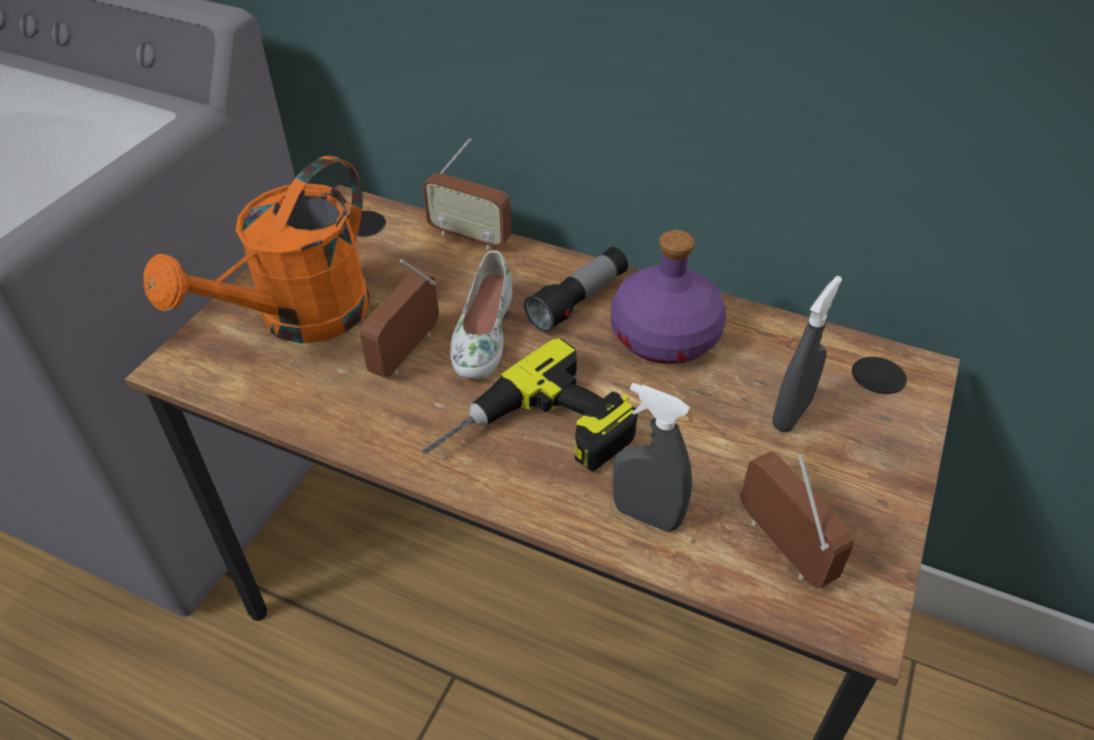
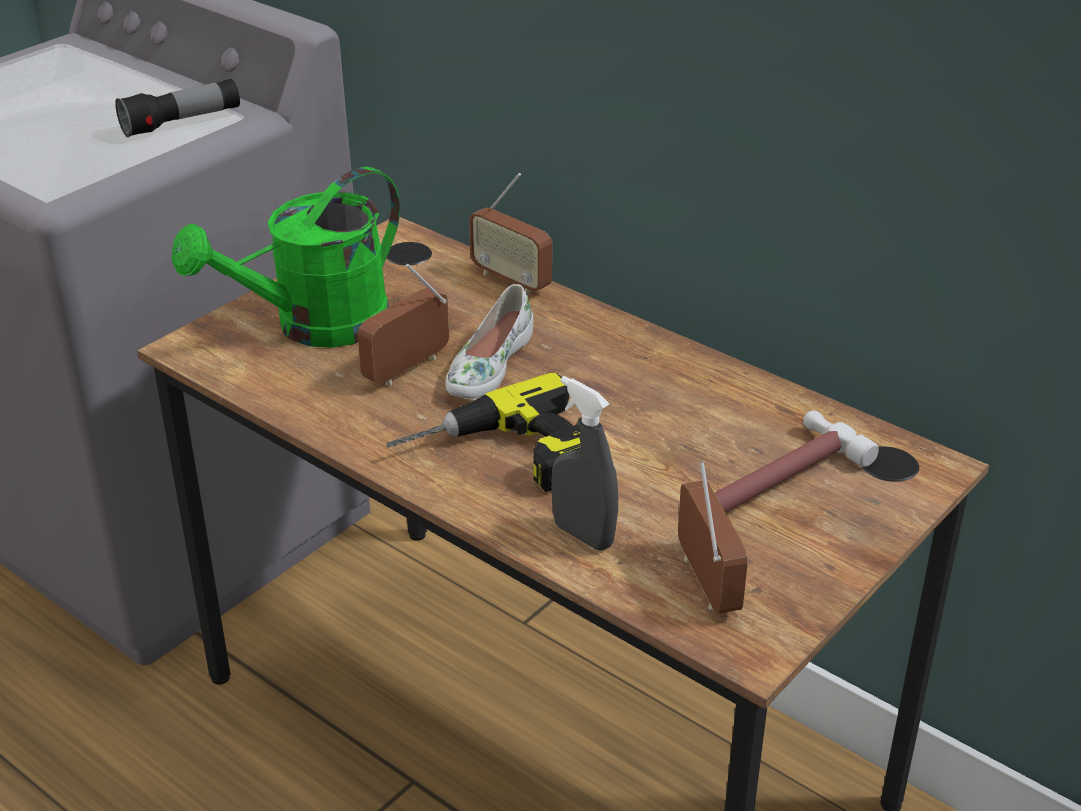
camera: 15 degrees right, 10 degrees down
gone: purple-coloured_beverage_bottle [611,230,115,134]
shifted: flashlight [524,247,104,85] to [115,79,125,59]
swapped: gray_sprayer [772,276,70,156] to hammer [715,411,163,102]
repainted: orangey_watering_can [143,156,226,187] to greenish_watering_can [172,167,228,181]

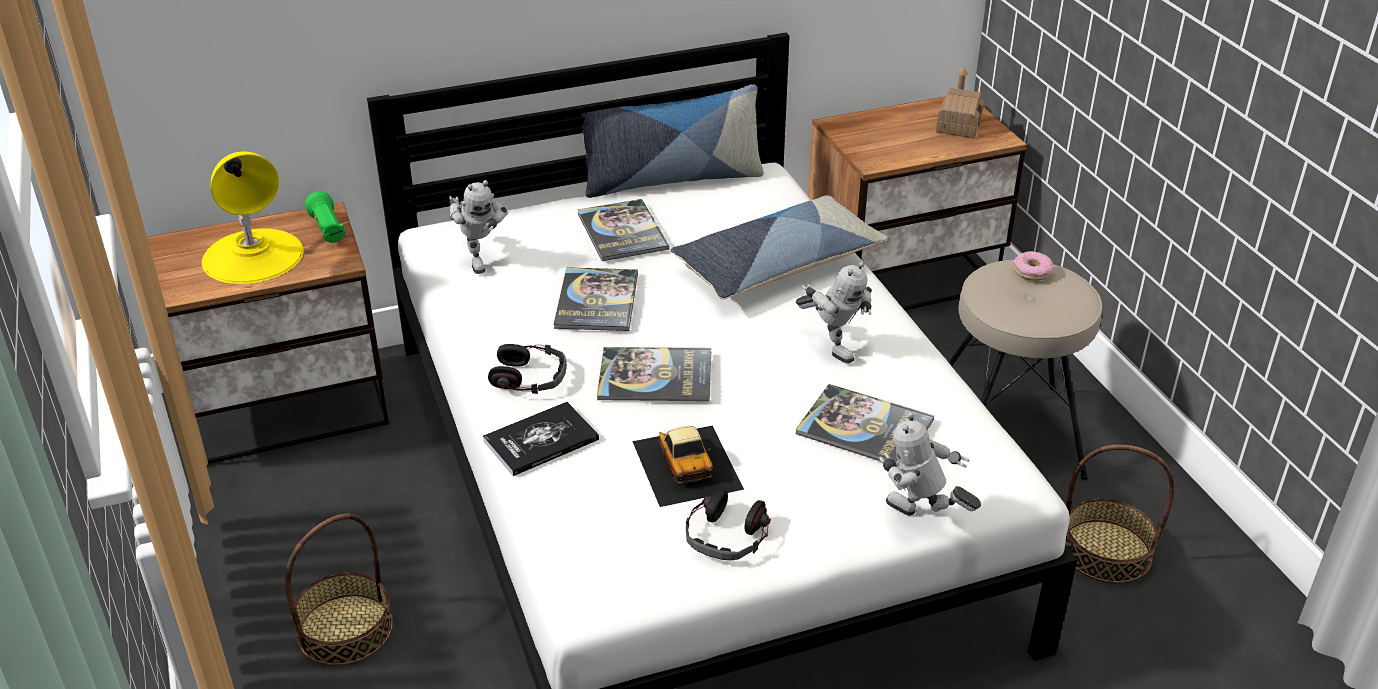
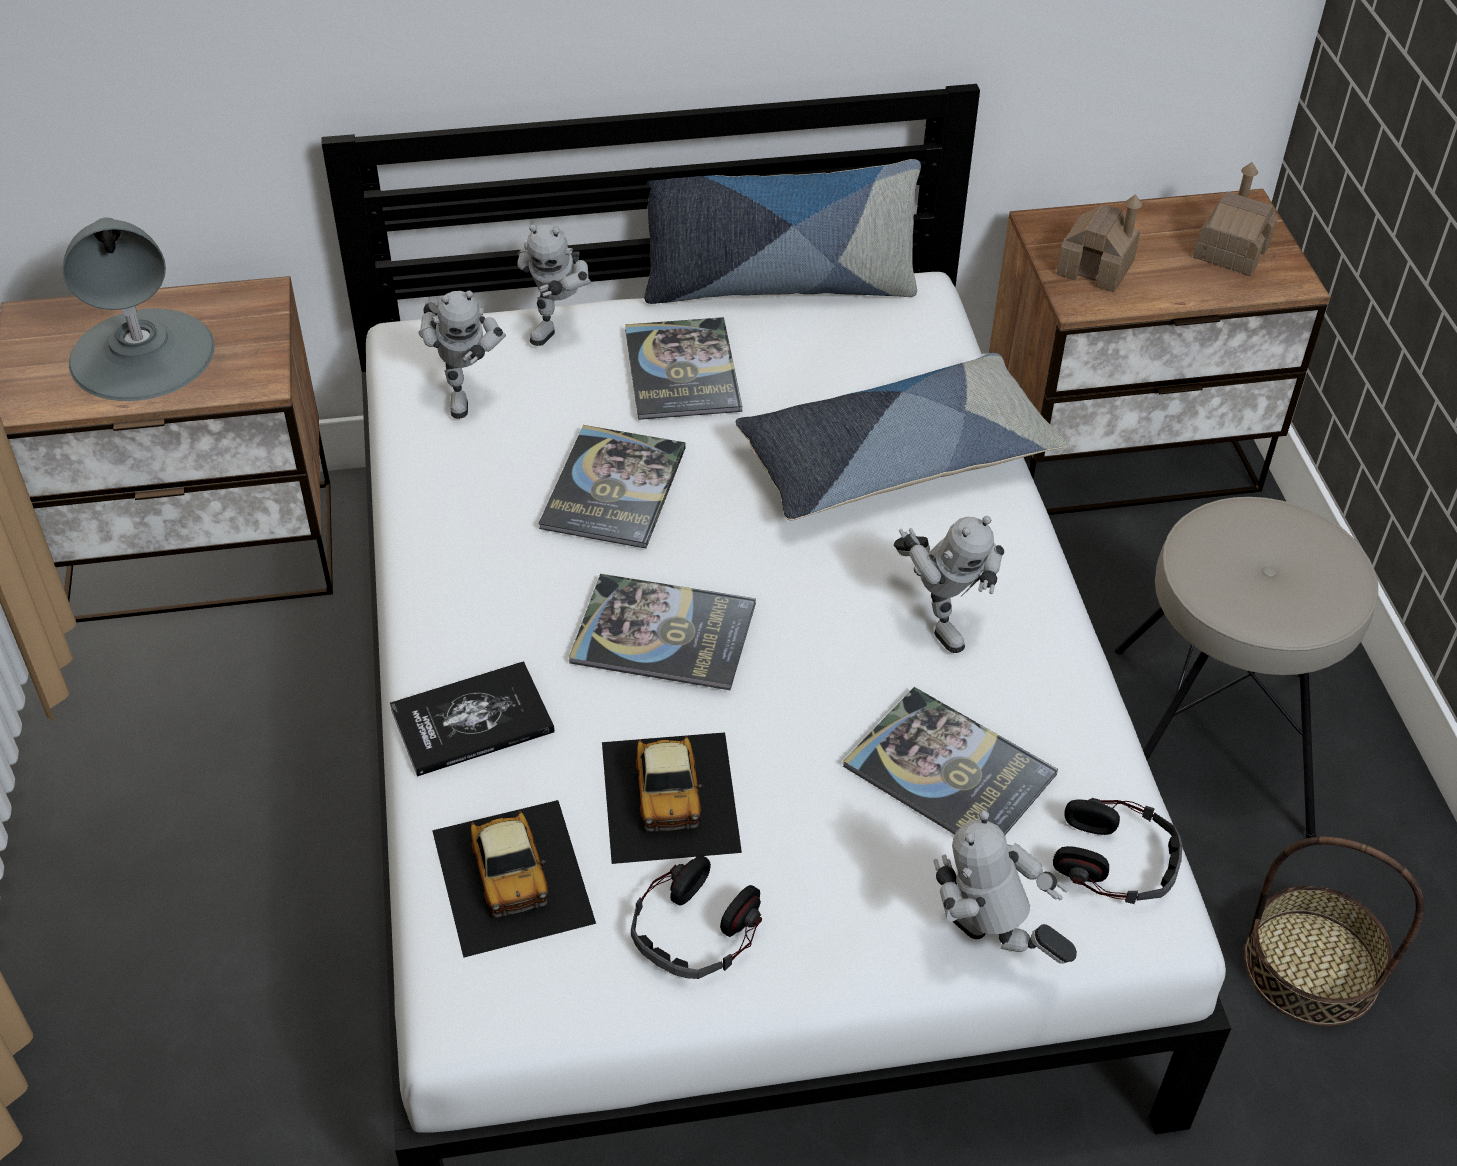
camera: 10 degrees right, 10 degrees up
gone: greenish_flashlight [305,191,40,52]; donut [1013,251,41,30]; household_basket [285,514,108,152]
new: toy_house [1057,194,85,98]; robot_figure [517,224,74,122]; toy_car [432,800,164,158]
shifted: headphones [488,344,79,50] to [1053,798,130,106]
repainted: yellow_table_lamp [202,151,102,133] to gray_table_lamp [63,217,152,184]

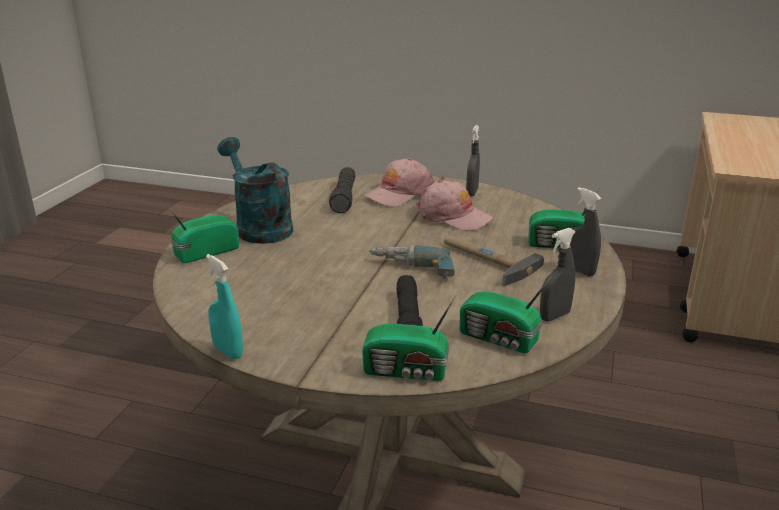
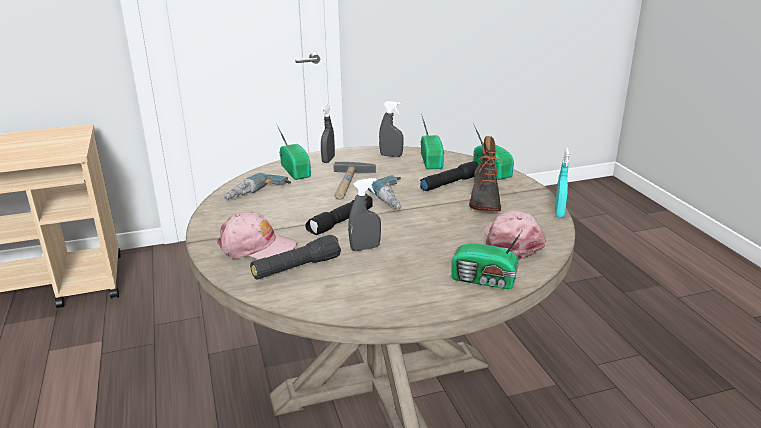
camera: 125 degrees left, 0 degrees up
gone: turquoise-coloured_watering_can [217,137,76,107]
new: boot [469,136,32,75]; drill [224,173,67,27]; black_flashlight [305,196,68,39]
shifted: gray_sprayer [466,125,14,72] to [348,178,33,73]; pinkish_cap [416,180,78,51] to [484,210,62,49]

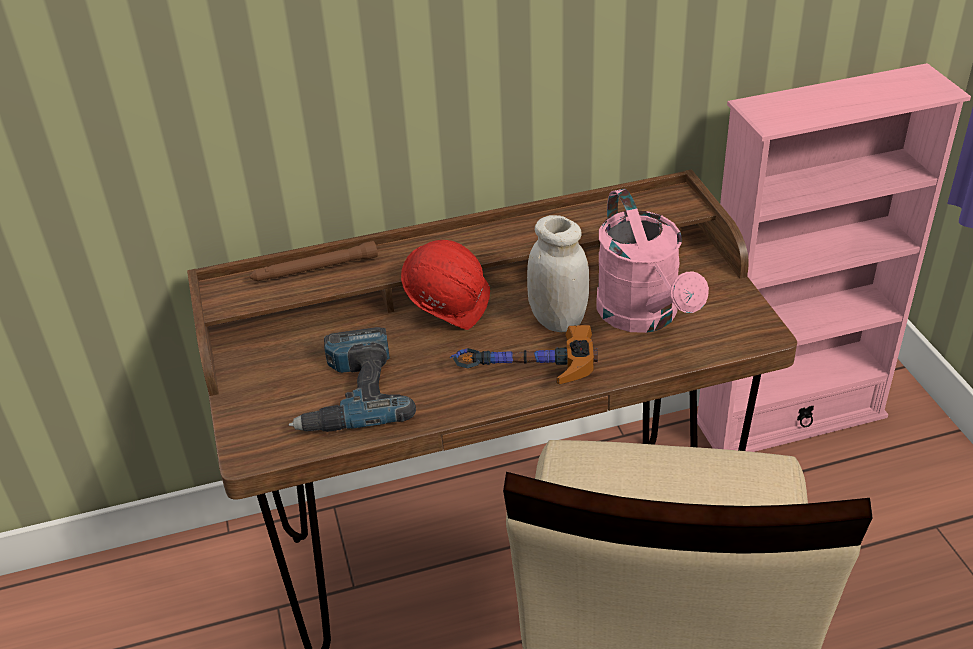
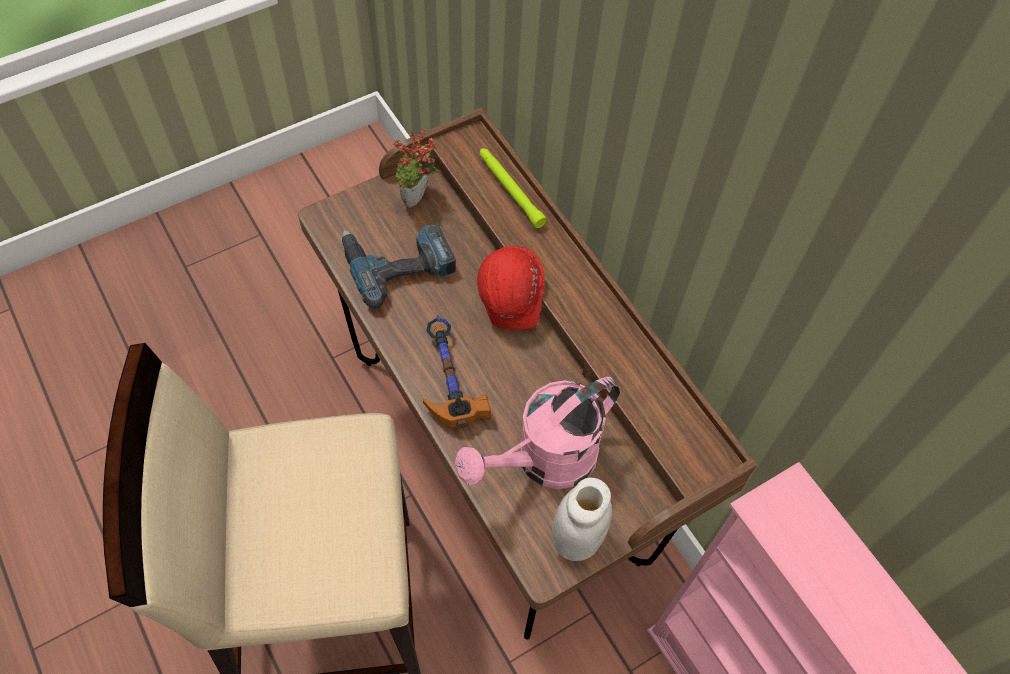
camera: 70 degrees right, 20 degrees up
new: plant_in_a_pot [392,129,47,79]
shifted: white-coloured_jar [527,215,62,117] to [552,478,60,83]
repainted: brown-coloured_flashlight [250,241,128,40] to greenish_flashlight [480,148,67,80]

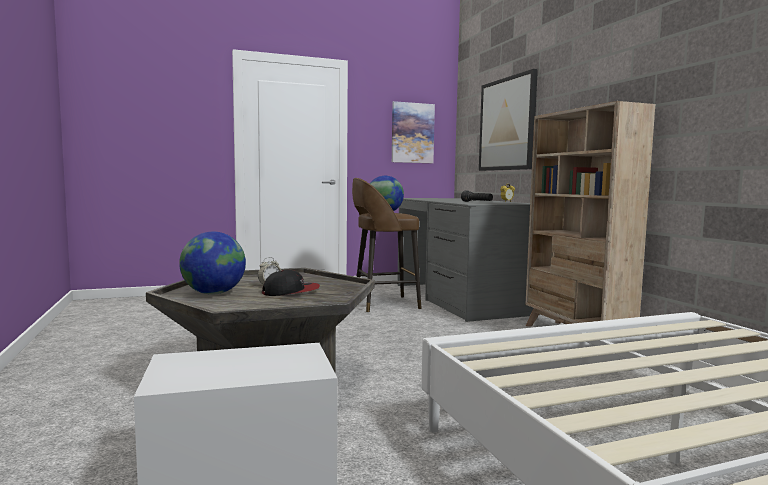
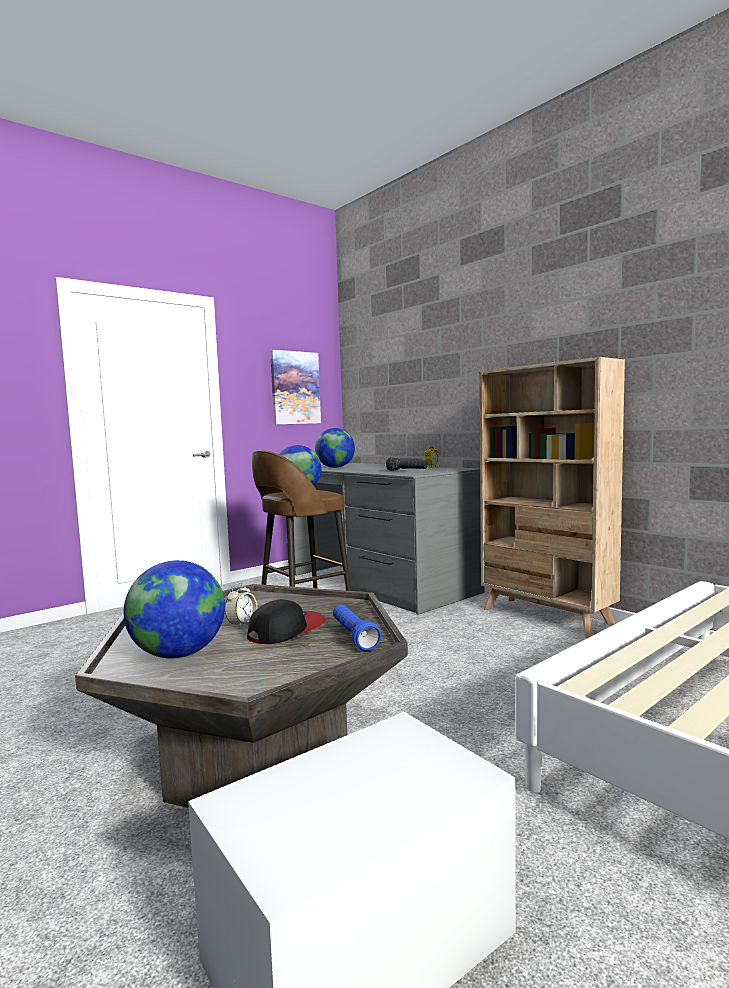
camera: 20 degrees left, 0 degrees up
gone: picture [479,69,59,102]
new: desk_globe [315,428,40,40]; blue_flashlight [333,604,48,47]

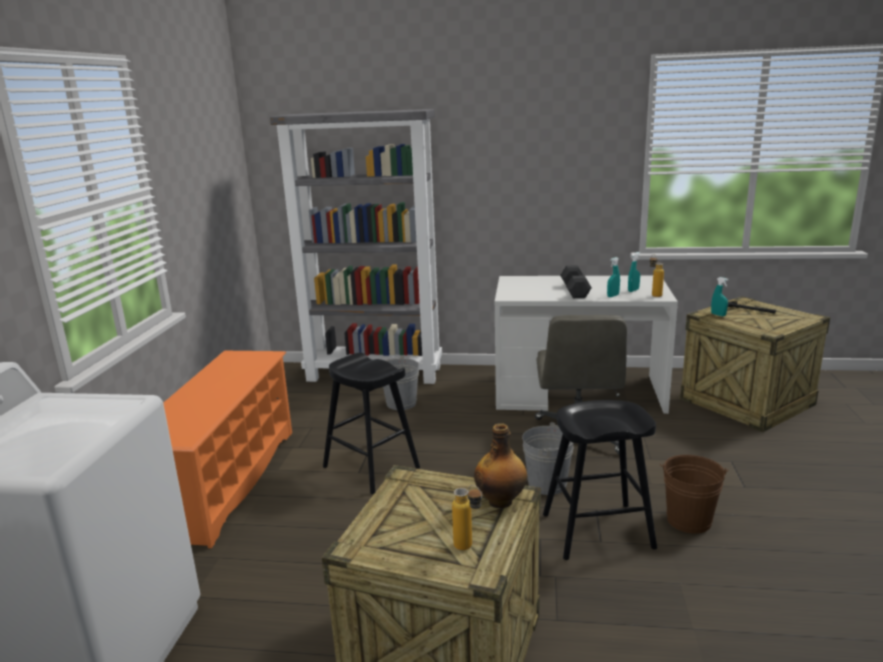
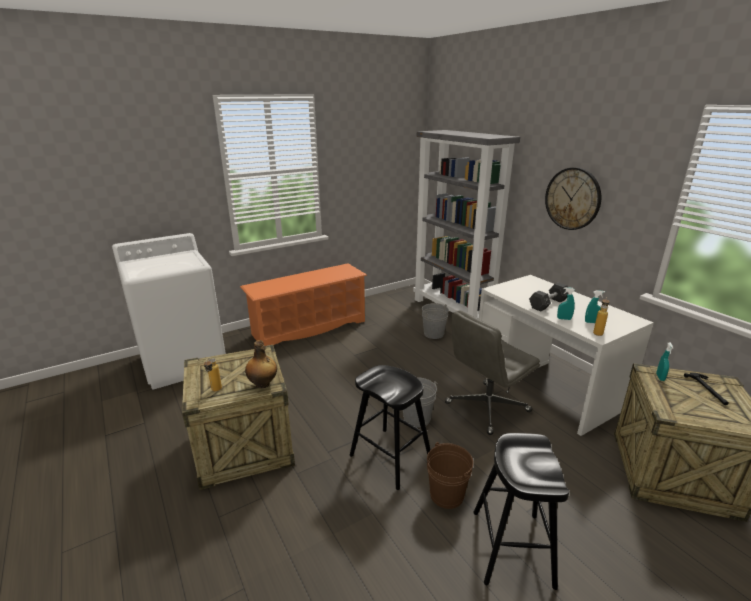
camera: 50 degrees right, 5 degrees up
new: hanging_clock [545,167,56,63]
shifted: black_sitting_stool [323,353,97,141] to [473,433,96,157]

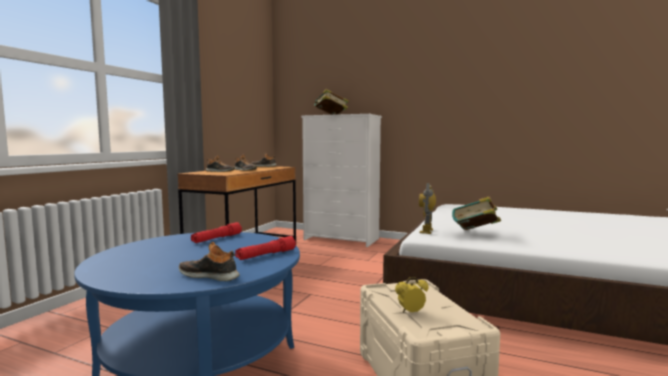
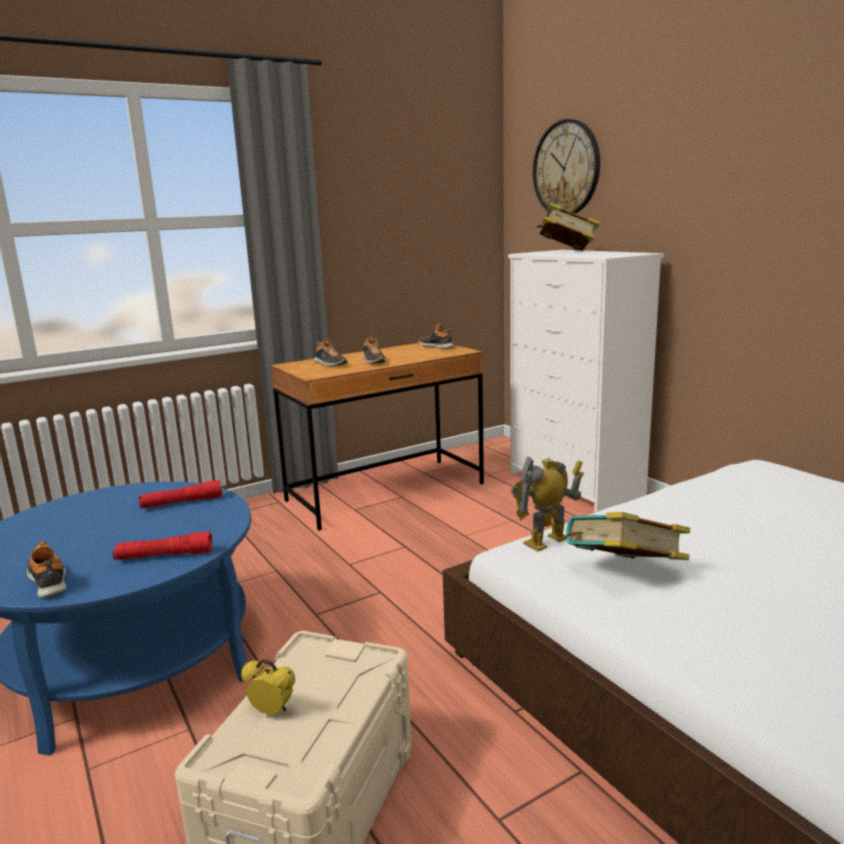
camera: 35 degrees right, 10 degrees up
new: hanging_clock [533,119,67,95]

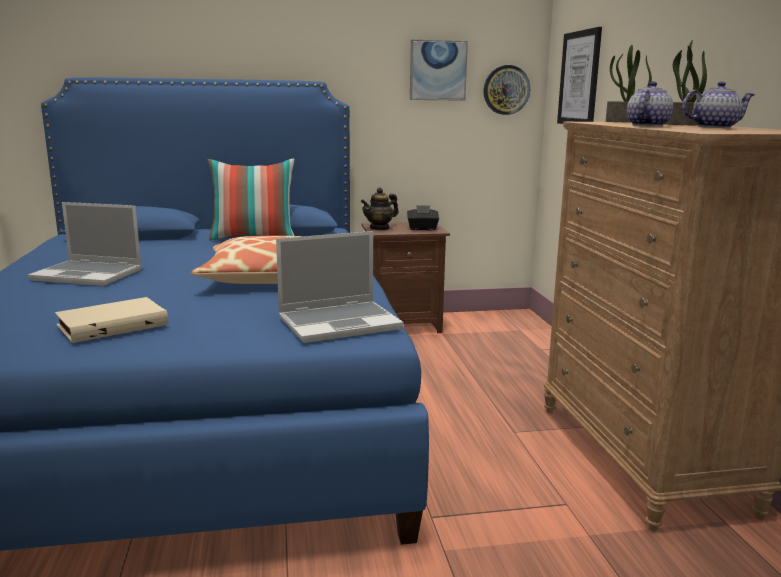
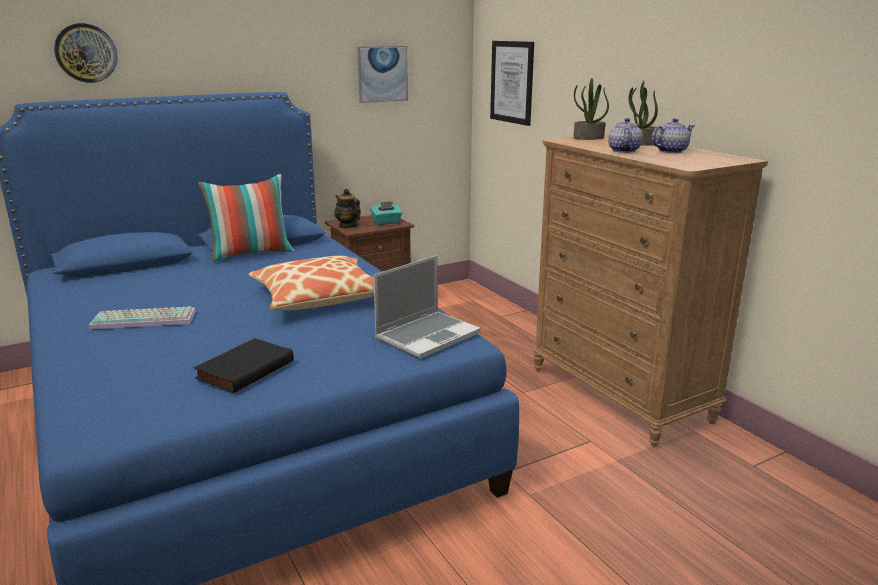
camera: 20 degrees left, 5 degrees up
shifted: hanging_clock [483,65,47,50] to [54,23,63,60]
swapped: laptop [28,202,114,84] to PC_keyboard [89,306,107,23]
repainted: black_tissue_box [407,205,32,25] to turquoise-coloured_tissue_box [370,201,32,24]; beige_volume [55,297,113,46] to black_volume [194,338,100,55]
rotated: tea_pot [361,188,38,42] = [334,189,27,39] 105 degrees clockwise

